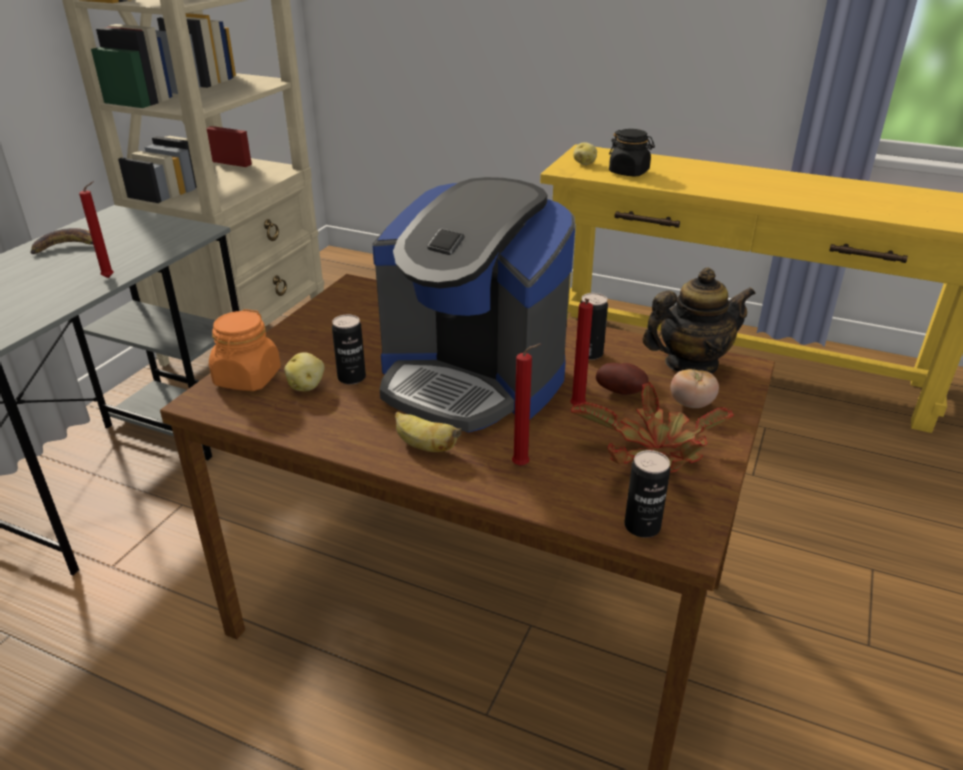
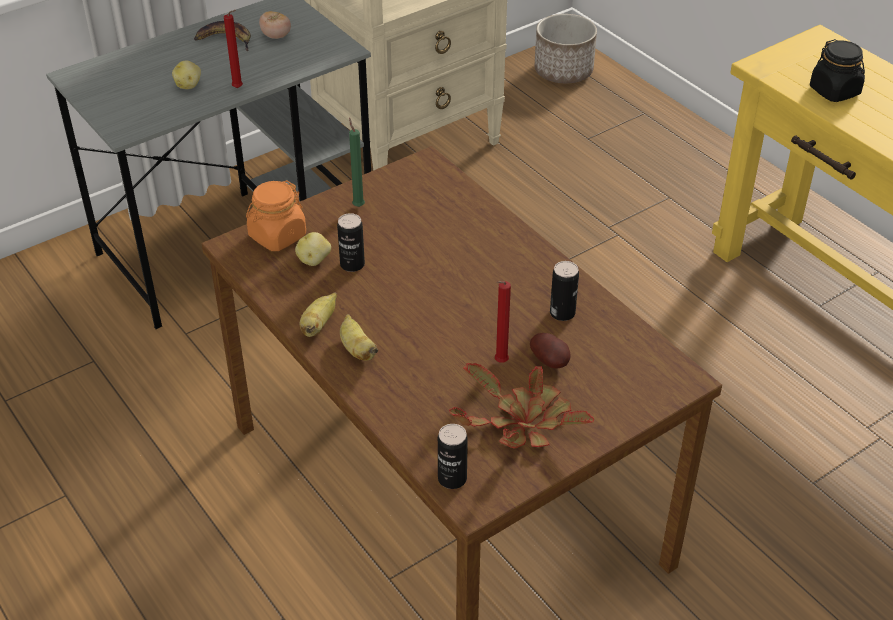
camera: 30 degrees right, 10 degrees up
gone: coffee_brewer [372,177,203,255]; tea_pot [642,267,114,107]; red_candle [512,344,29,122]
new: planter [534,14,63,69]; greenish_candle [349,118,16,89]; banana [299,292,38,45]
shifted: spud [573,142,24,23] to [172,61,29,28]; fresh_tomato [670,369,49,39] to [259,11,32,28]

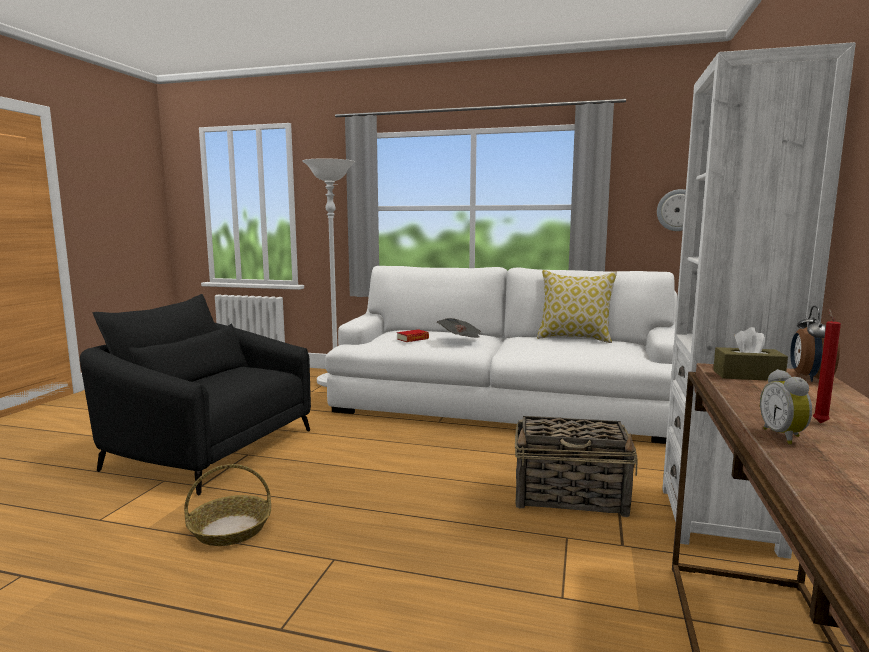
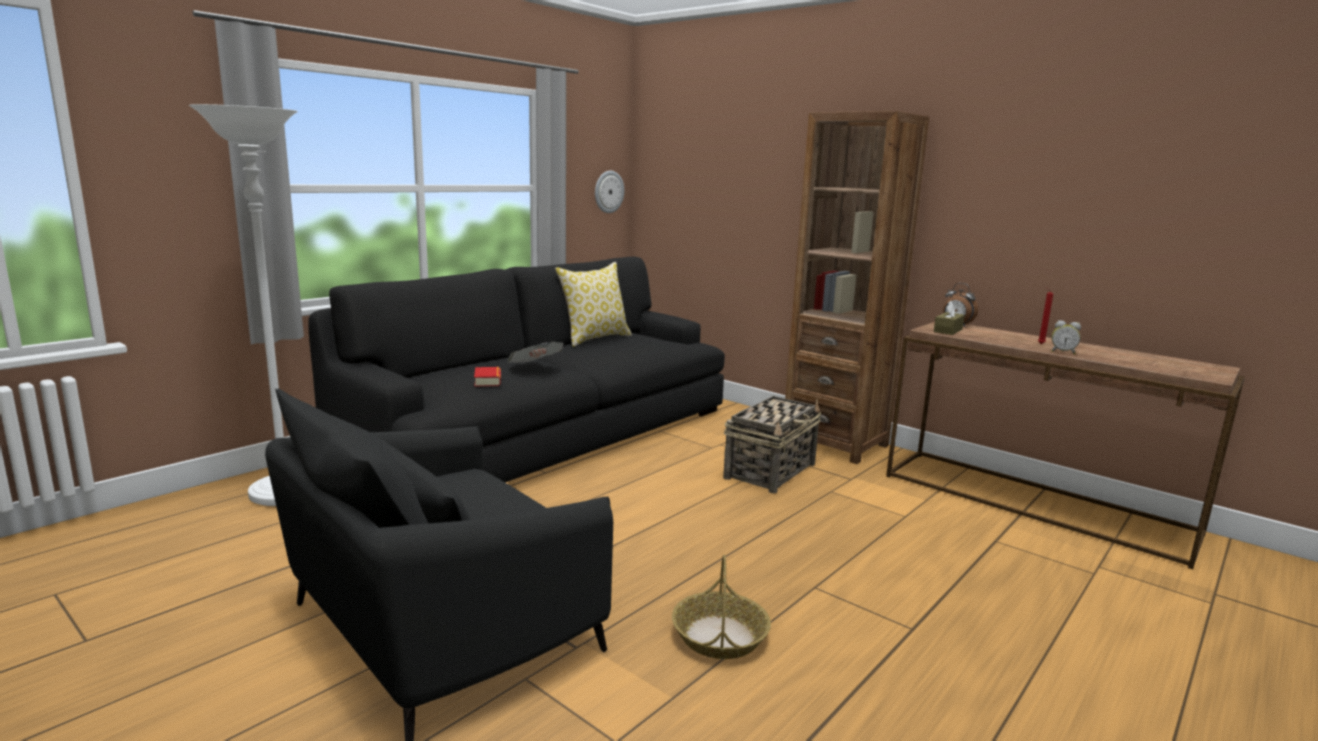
camera: 65 degrees left, 5 degrees up
repainted: white-coloured_bookshelf [662,42,194,517] to brown-coloured_bookshelf [785,111,144,353]; white-coloured_couch [325,266,352,178] to black_couch [308,257,417,225]

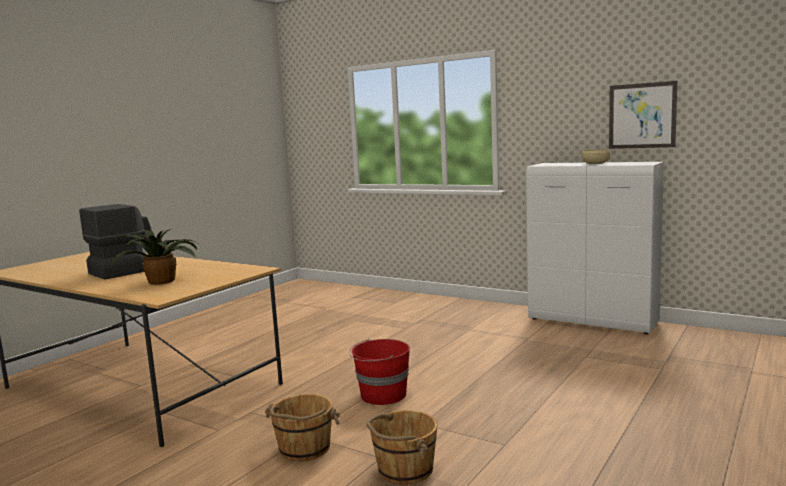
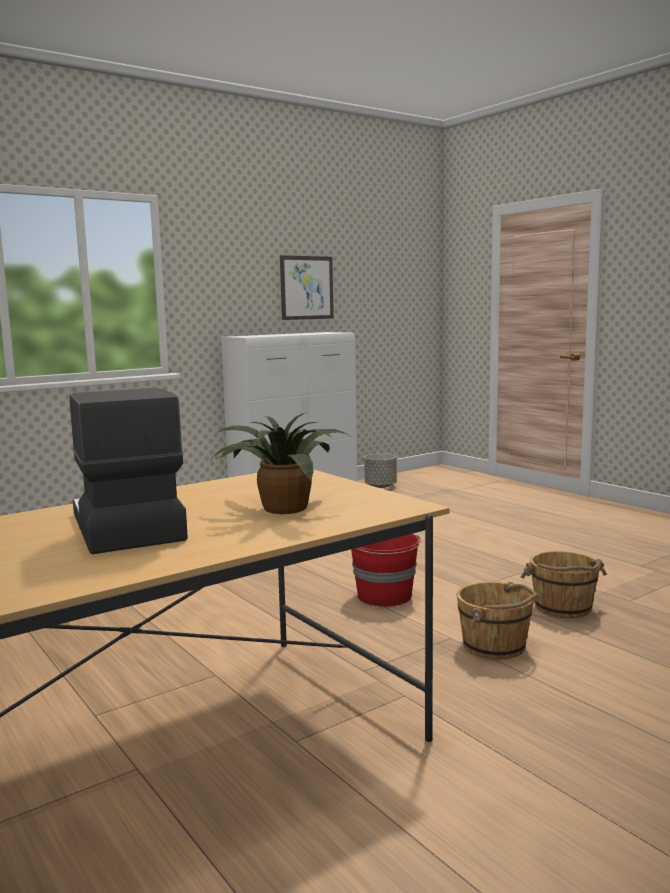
camera: 70 degrees left, 0 degrees up
gone: beige_bowl [581,149,29,15]
new: gray_planter [364,453,33,35]

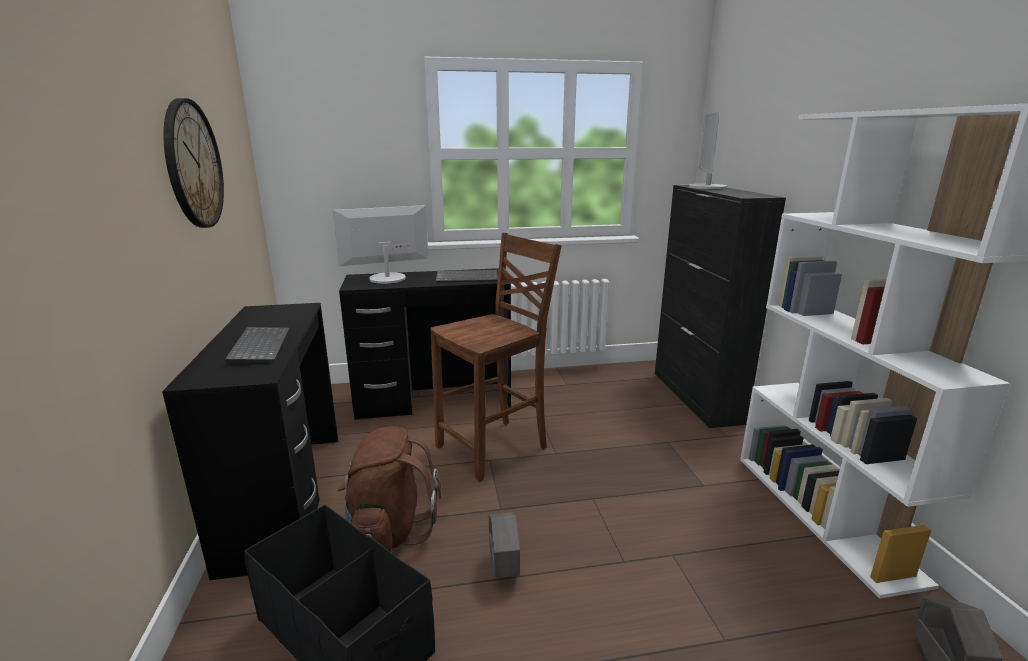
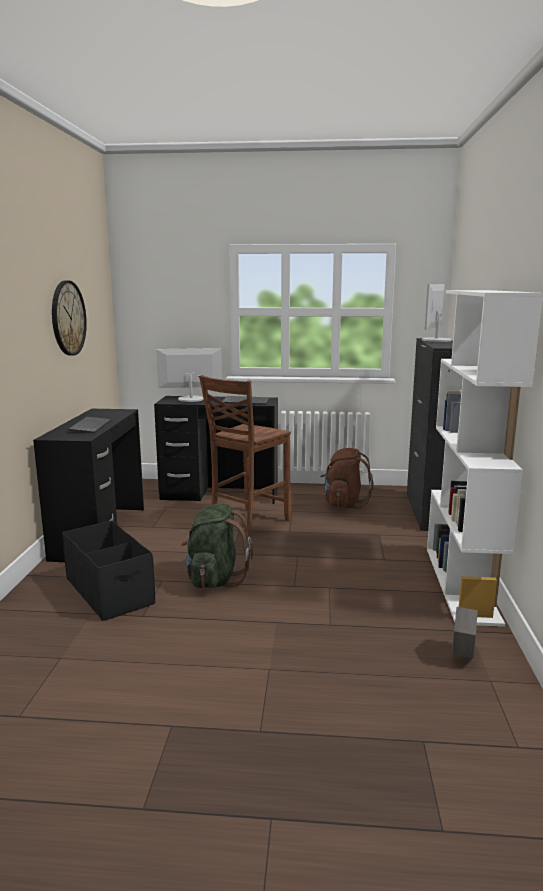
camera: 15 degrees right, 5 degrees down
shifted: brown-coloured_knapsack [337,426,104,126] to [320,448,54,61]
swapped: gray_planter [489,512,31,66] to greenish_knapsack [181,504,72,84]
rotated: brown-coloured_upright_chair [430,233,132,249] = [199,375,92,165] 150 degrees clockwise

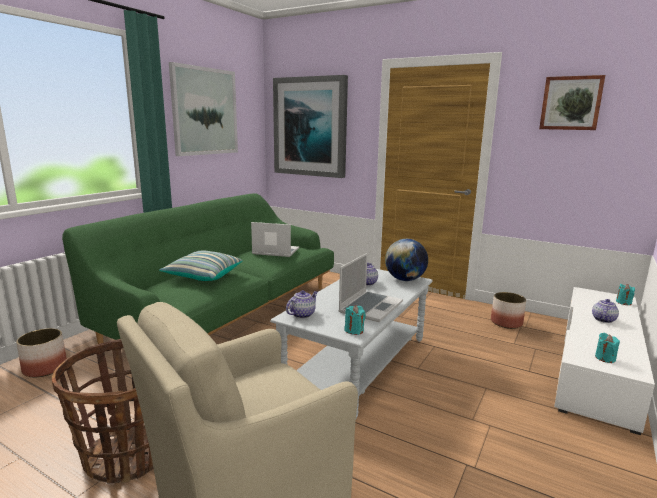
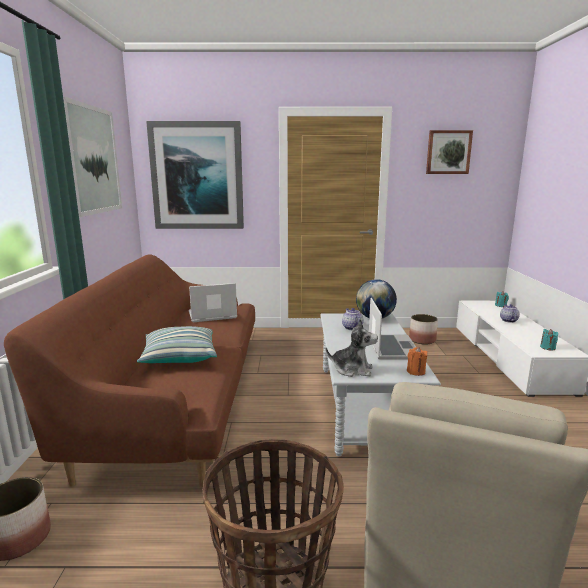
camera: 30 degrees left, 0 degrees up
swapped: tea_pot [286,290,32,28] to cuddly_toy [326,319,52,58]
repainted: greenish_couch [62,193,272,151] to brown-coloured_couch [4,254,251,233]; turquoise-coloured_candle [344,305,22,30] to orangey_candle [407,347,21,29]

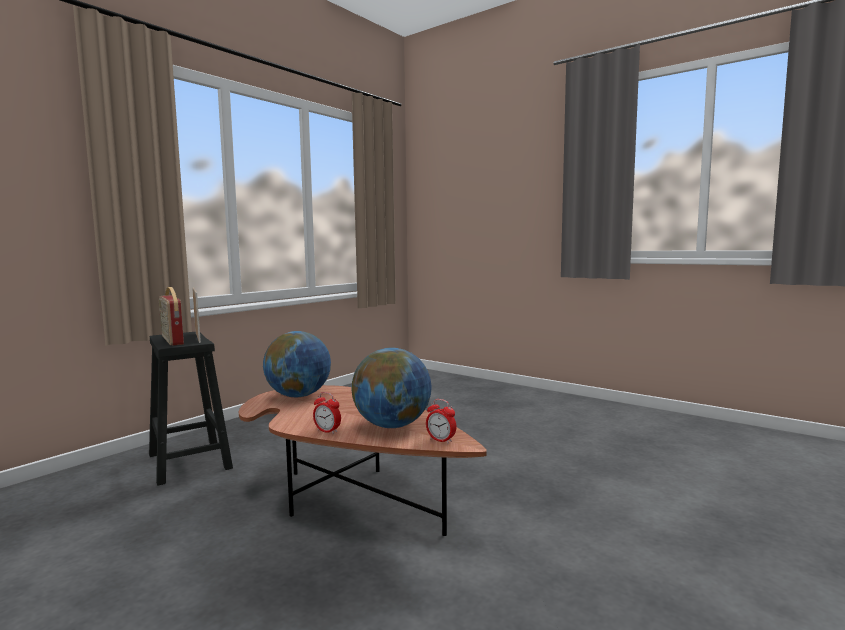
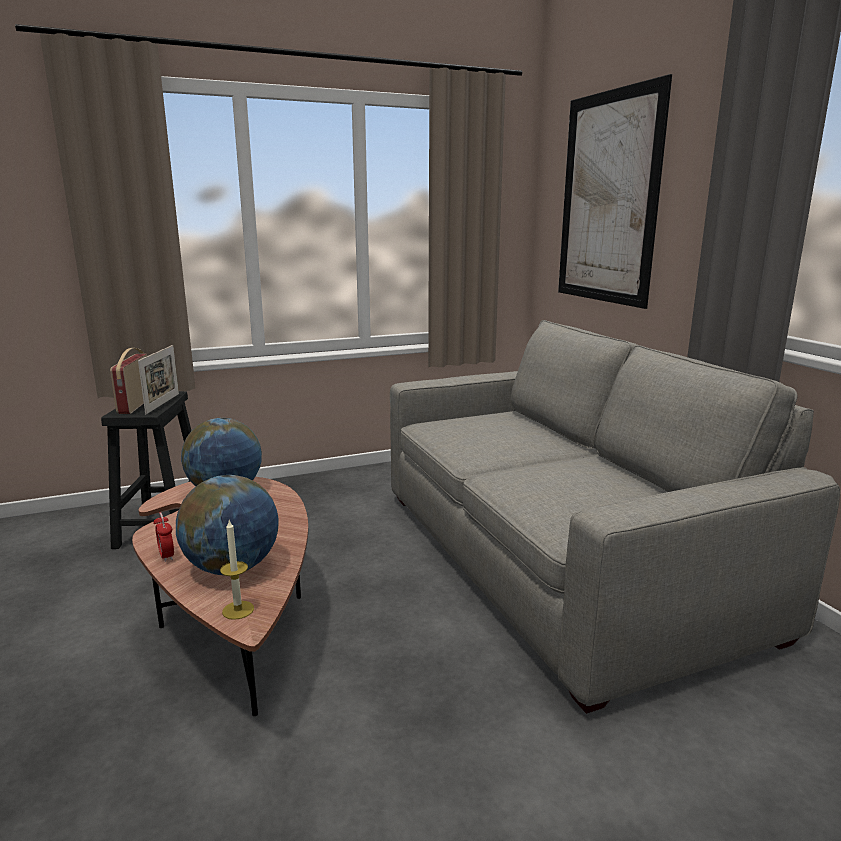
camera: 30 degrees right, 10 degrees up
new: picture [558,74,114,235]; gray_couch [390,320,450,394]
swapped: bedside_clock [426,399,31,45] to candle [220,520,34,100]

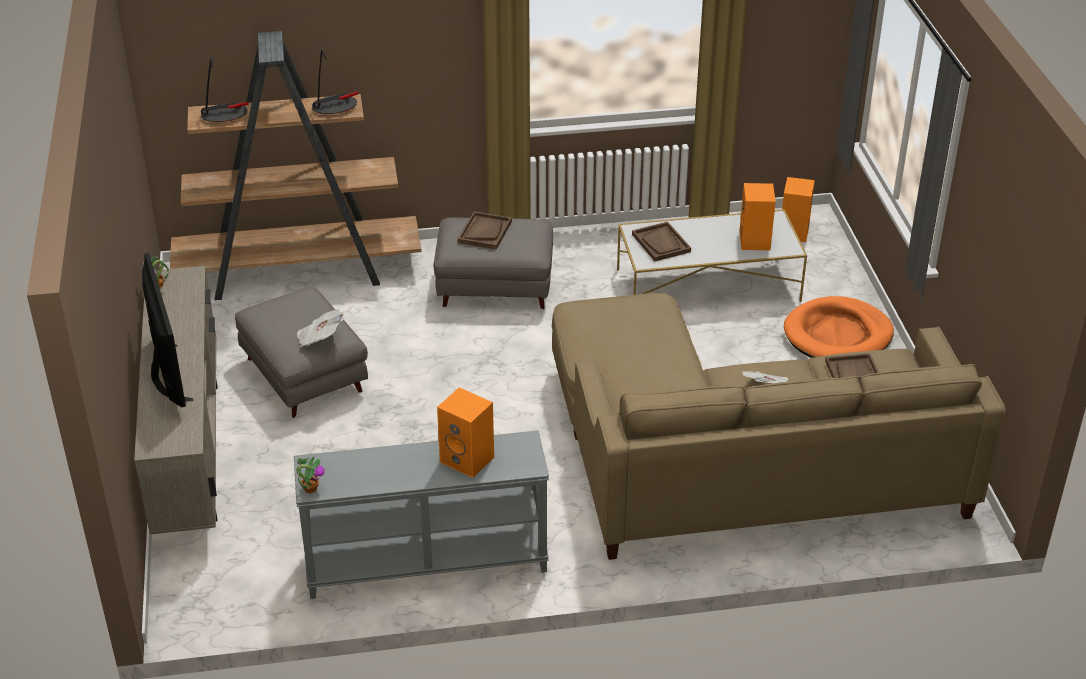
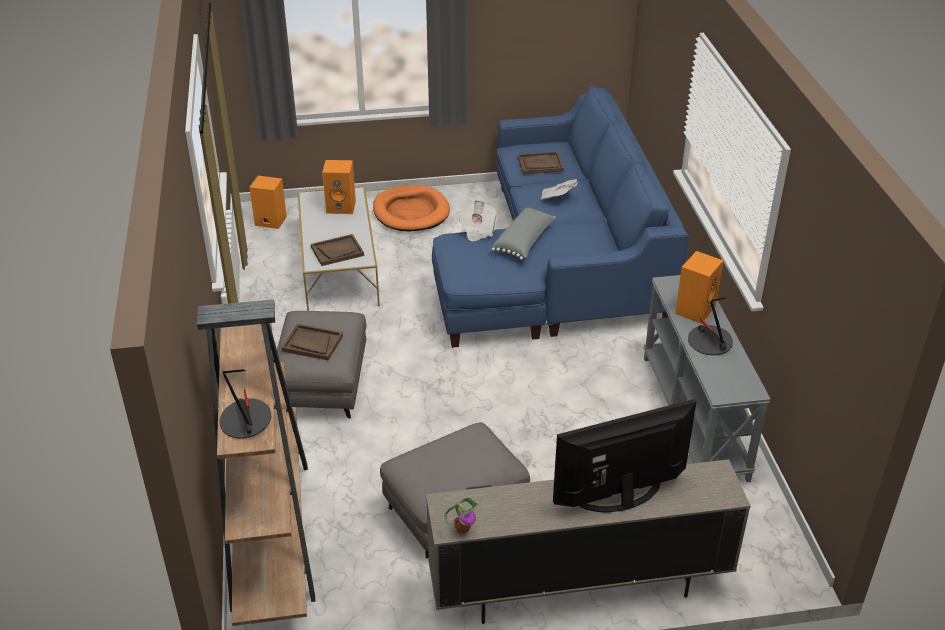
camera: 90 degrees left, 0 degrees up
gone: plant_in_a_pot [296,457,29,36]
new: gray_pillow [492,207,65,53]
shifted: table_lamp [312,50,46,64] to [688,297,45,58]; printed_paper [297,309,47,38] to [459,200,39,41]
repainted: beige_couch [552,293,454,267] to blue_couch [432,86,257,262]

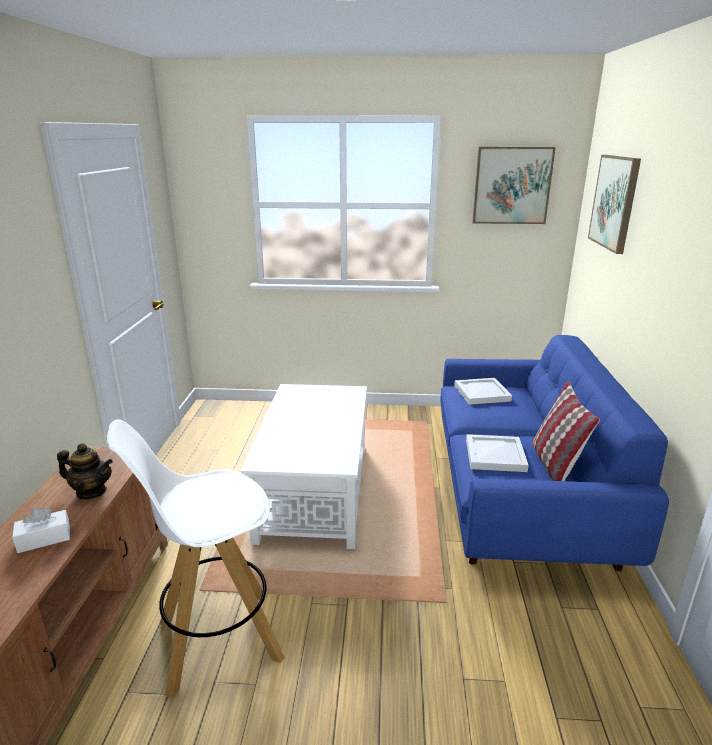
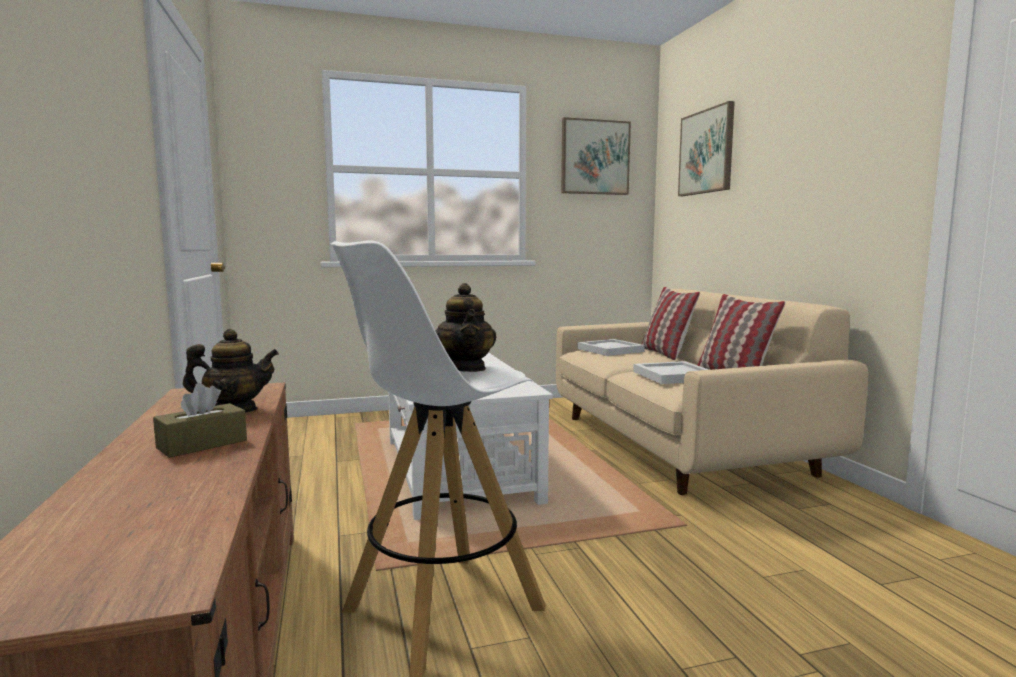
camera: 20 degrees left, 15 degrees down
new: tea_pot [435,283,61,89]; pillow [642,287,58,73]
repainted: blue_couch [440,335,229,236] to beige_couch [556,289,312,206]; white-coloured_tissue_box [12,507,58,46] to brown-coloured_tissue_box [153,383,94,75]

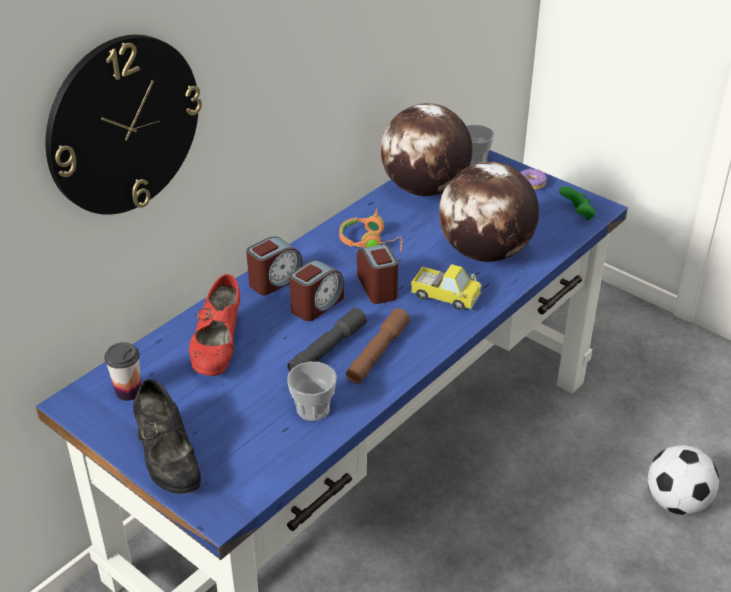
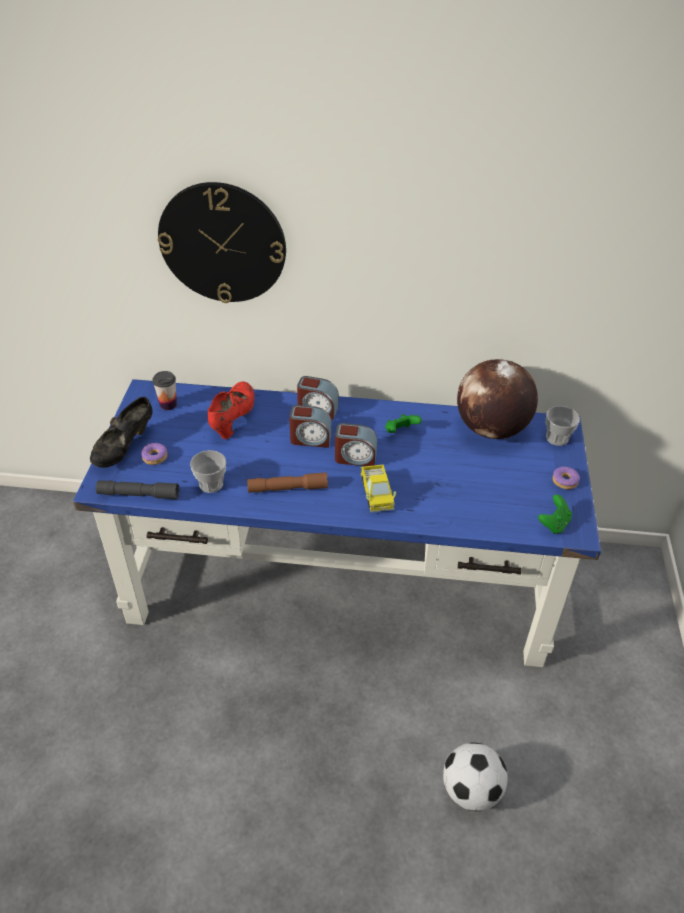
camera: 55 degrees right, 5 degrees up
gone: desk_globe [439,162,100,100]
new: donut [141,443,26,22]
shifted: gray_flashlight [287,307,80,65] to [96,480,83,20]
swapped: orangey_headphones [339,208,64,45] to greenish_game_controller [385,414,37,19]
rotated: bedside_clock [357,244,41,60] = [335,423,42,43] 60 degrees clockwise; red_shoe [189,274,51,102] = [208,382,46,57] 135 degrees clockwise

